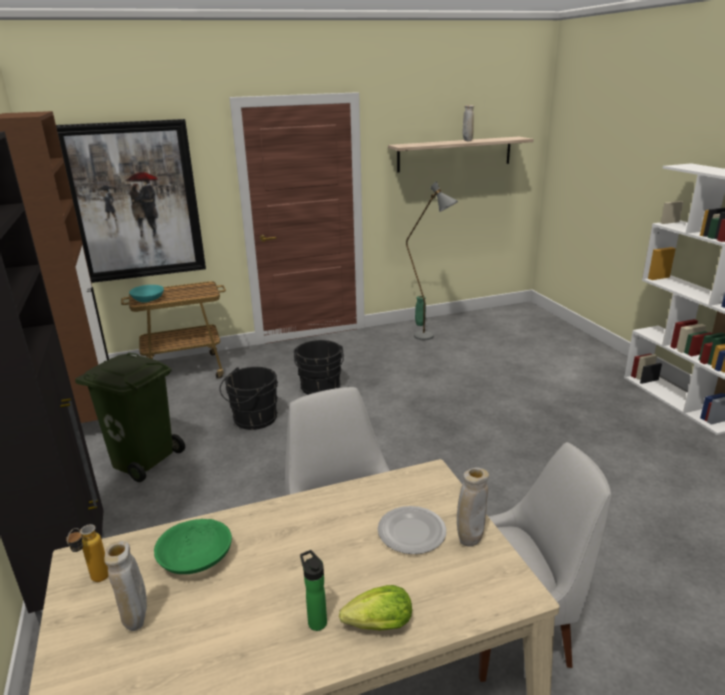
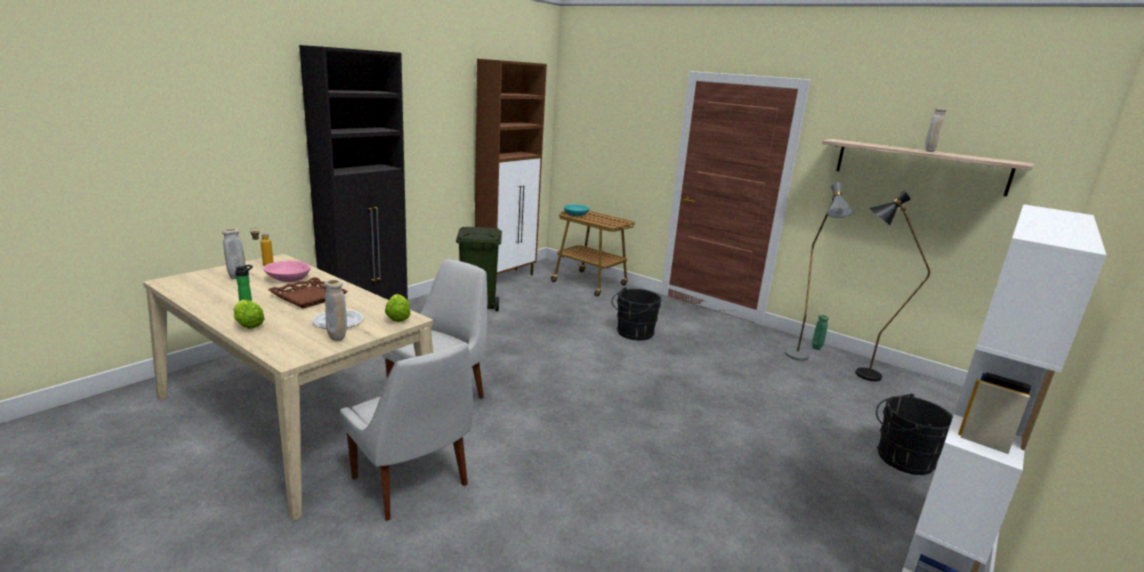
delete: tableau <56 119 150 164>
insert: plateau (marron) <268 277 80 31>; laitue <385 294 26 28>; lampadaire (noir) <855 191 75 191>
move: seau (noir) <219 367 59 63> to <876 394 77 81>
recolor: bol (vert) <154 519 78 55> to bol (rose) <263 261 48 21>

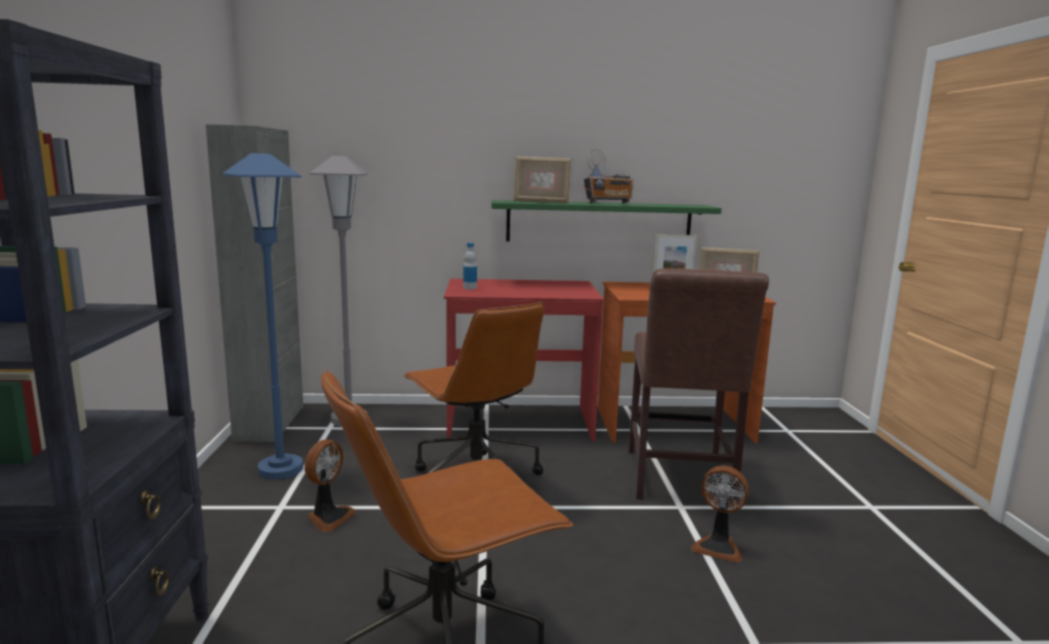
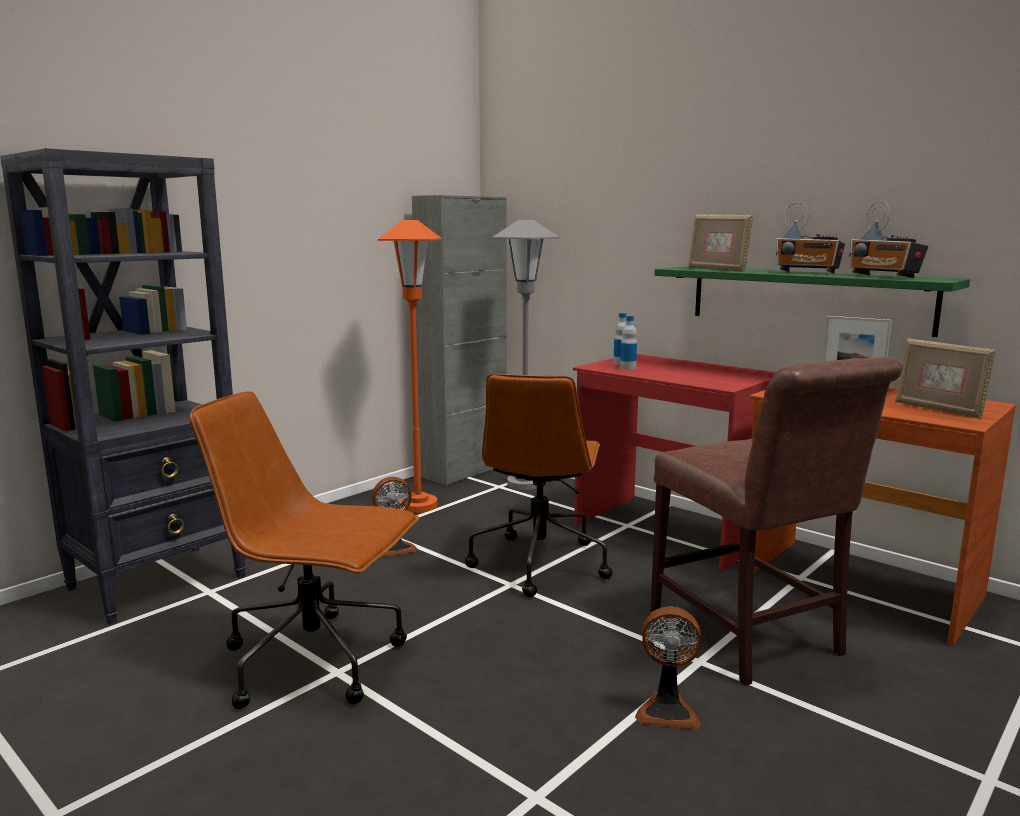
insert: bouteille <620 315 17 55>; radio <849 201 80 77>
recolor: lampadaire (bleu) <223 153 80 326> to lampadaire (orange) <378 220 64 293>
rotate: chaise (marron) <629 268 140 234> = <650 357 253 329> 75 degrees counterclockwise; ventilateur <691 466 58 97> = <635 607 66 122> 60 degrees counterclockwise

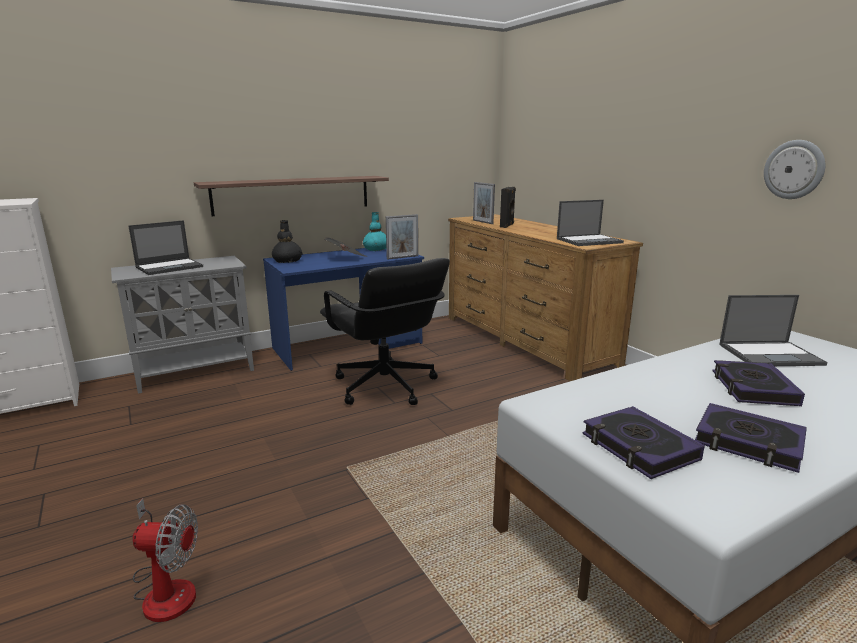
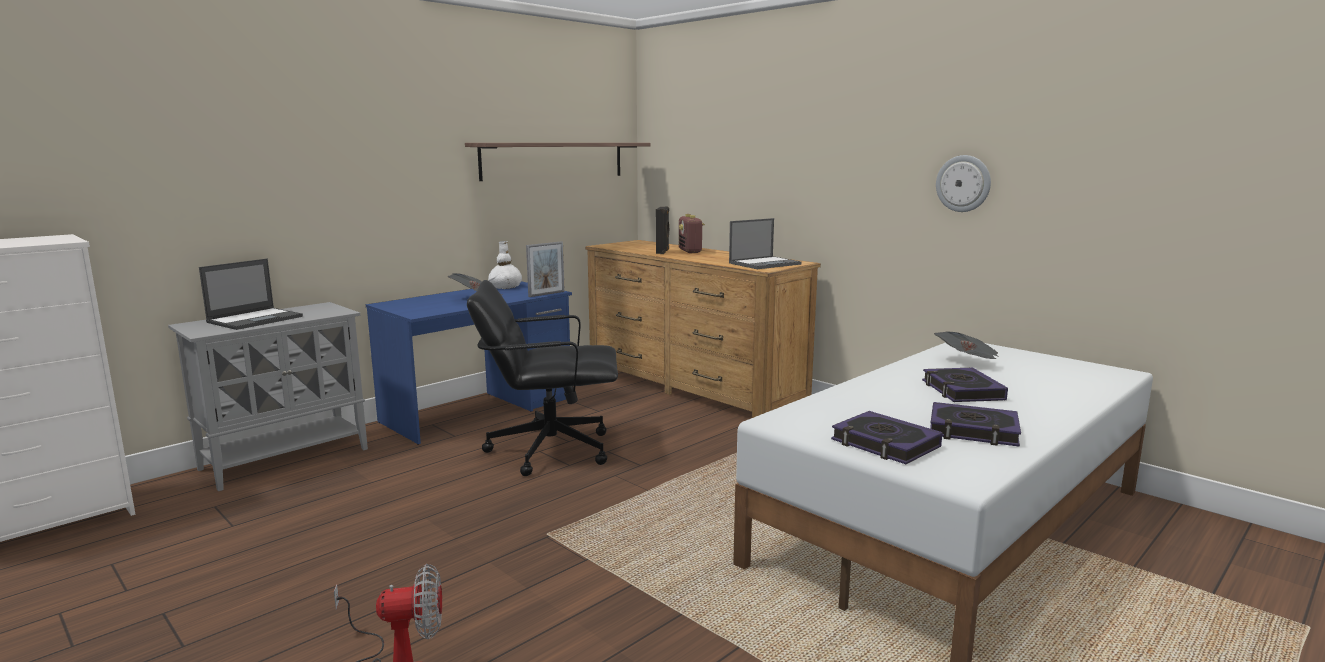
delete: vase (noir) <272 220 31 43>; cadre photo <473 182 22 42>
insert: radio <679 214 26 39>
move: étagère <194 176 195 40> to <465 143 185 38>
replace: ordinateur portable <719 295 108 71> to journal <934 332 65 27>
recolor: vase (turquoise) <363 212 23 39> to vase (blanc) <488 241 34 48>
rotate: chaise de bureau (noir) <320 258 130 147> = <467 280 151 196> 135 degrees clockwise

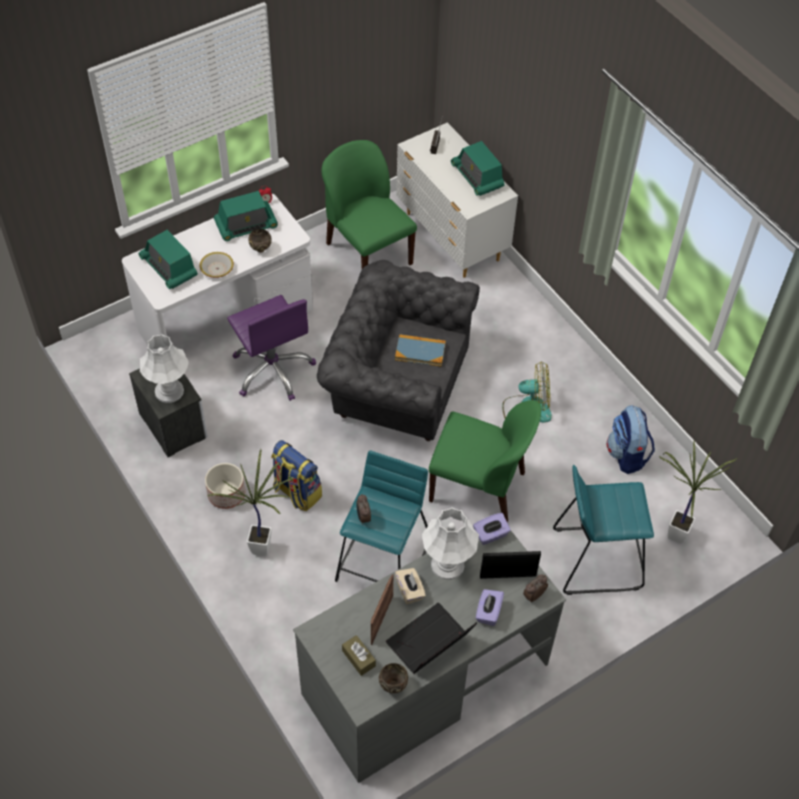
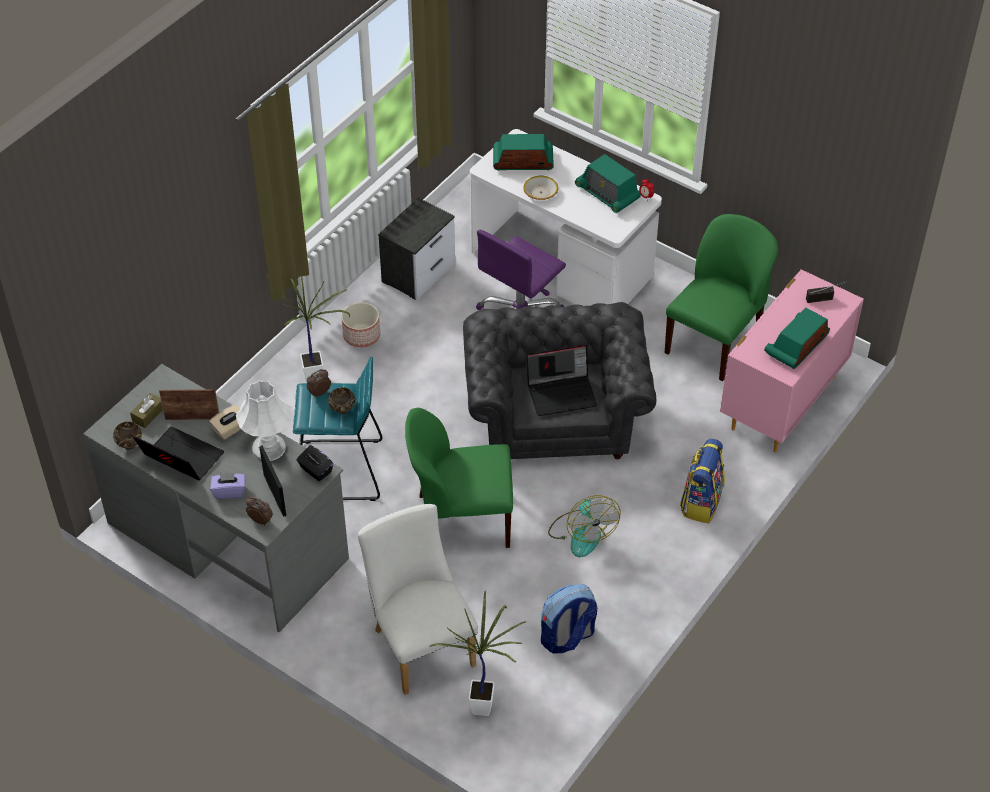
delete: lampe de table (blanc) <140 334 49 69>
move: bol (marron) <248 228 24 25> to <328 387 27 27>; sac à dos <271 440 51 71> to <680 439 45 85>
replace: livre <395 334 51 33> to ordinateur portable <526 345 71 71>; tabouret (turquoise) <553 465 101 130> to chaise (blanc) <358 504 120 191>
recolor: commode (blanc) <396 122 122 156> to commode (rose) <720 269 144 183>; boîte à mouchoirs (violet) <473 513 38 32> to boîte à mouchoirs (noir) <297 445 36 36>
rotate: radio <138 230 60 59> = <493 134 61 37> 60 degrees clockwise; chaise (vert) <429 400 112 123> = <405 408 108 140> 90 degrees clockwise

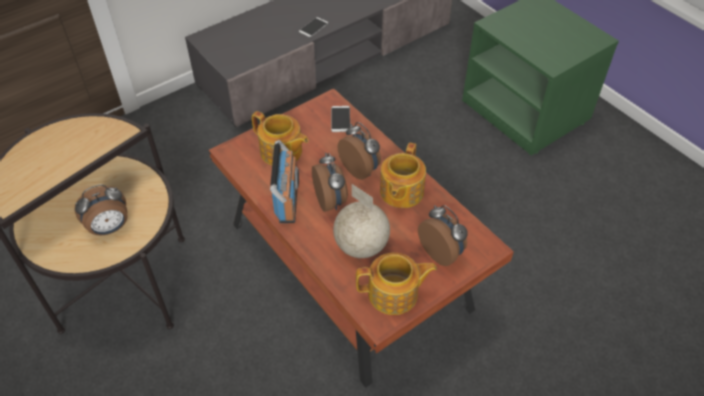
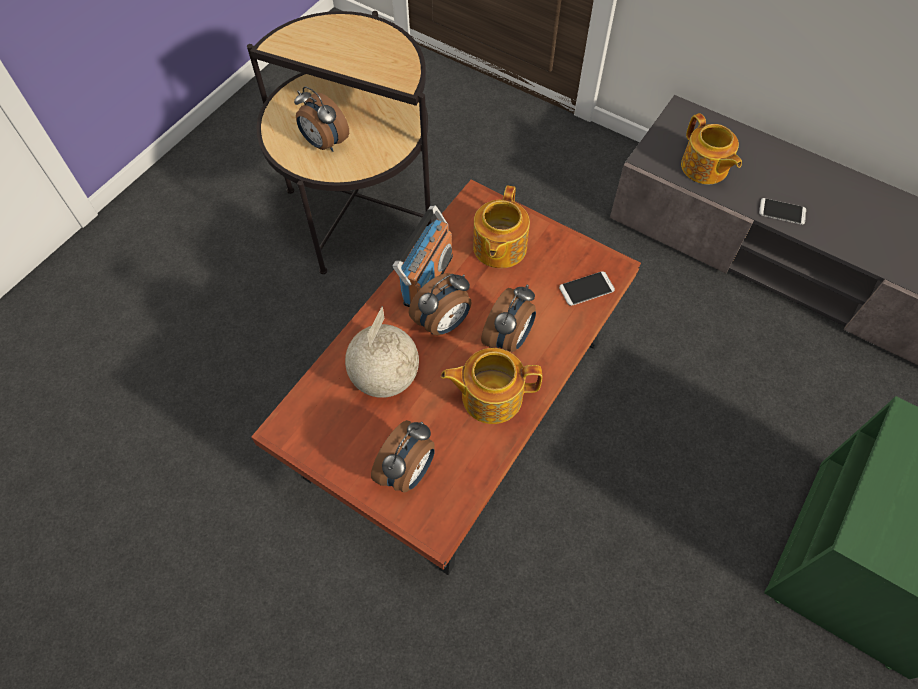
move: théière <356 253 81 62> to <681 113 61 71>
rotate: radio <270 140 29 83> = <393 206 60 101> 45 degrees counterclockwise

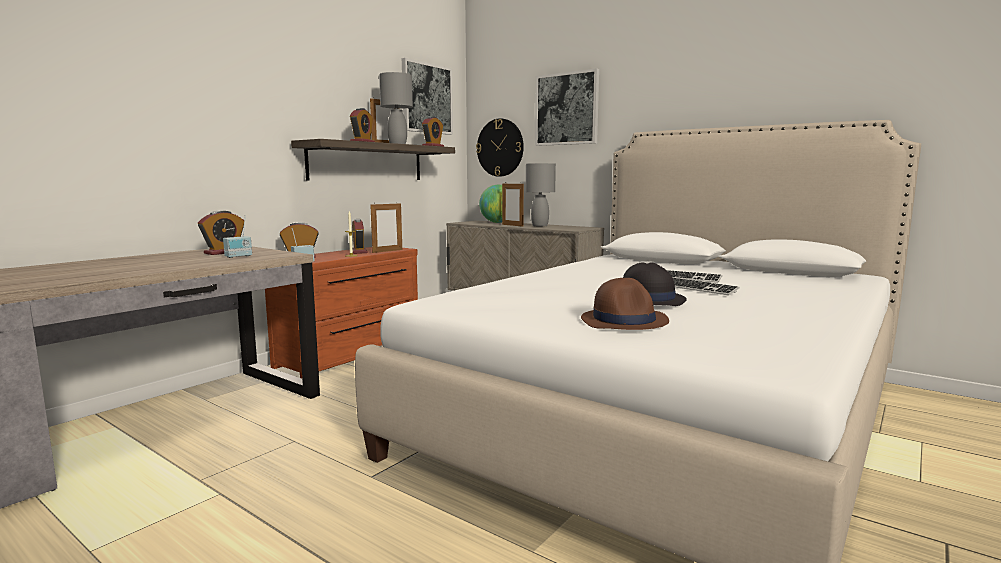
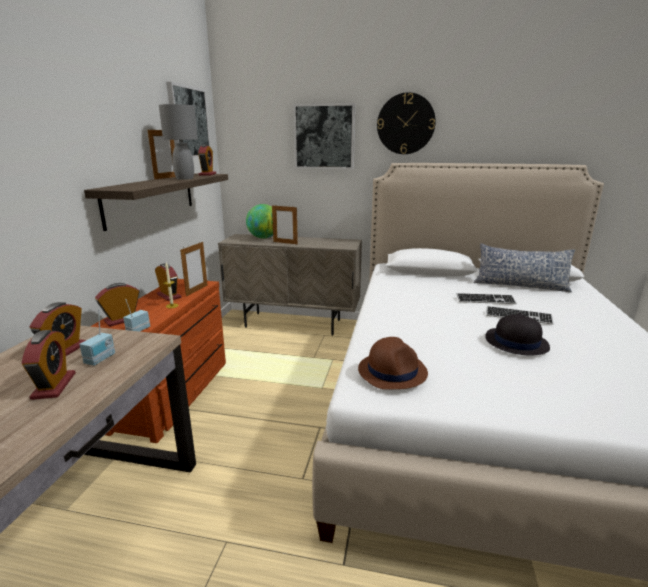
delete: lampe de table (gris) <526 163 30 64>
insert: coussin <474 244 101 48>
move: réveil <350 108 25 34> to <22 330 54 70>; horloge murale <476 118 48 59> to <377 92 59 62>; chapeau (marron) <581 278 88 52> to <358 337 70 52>

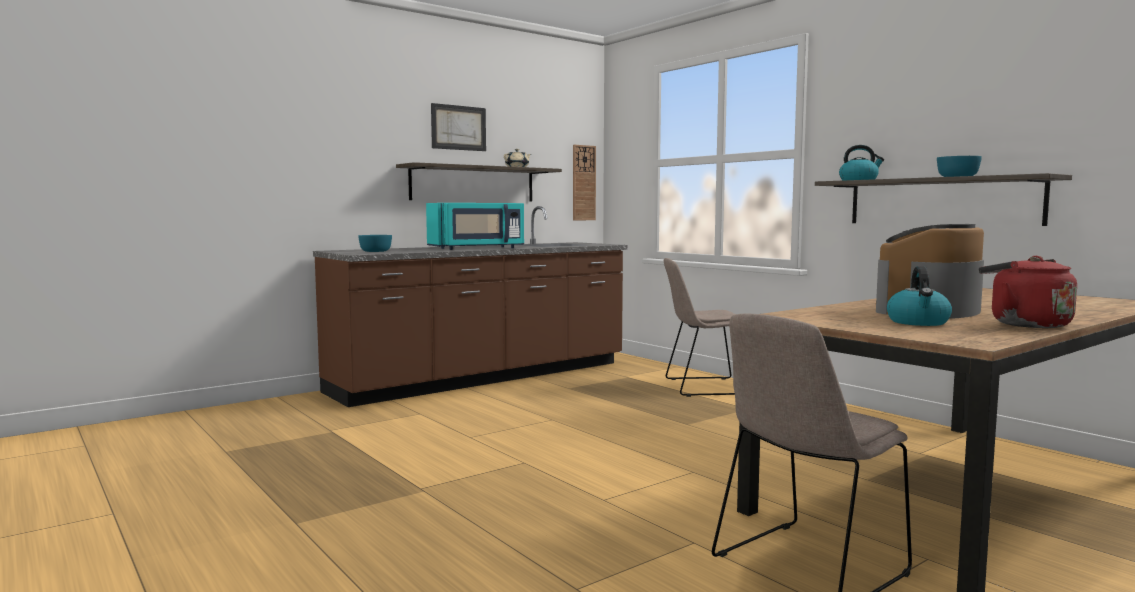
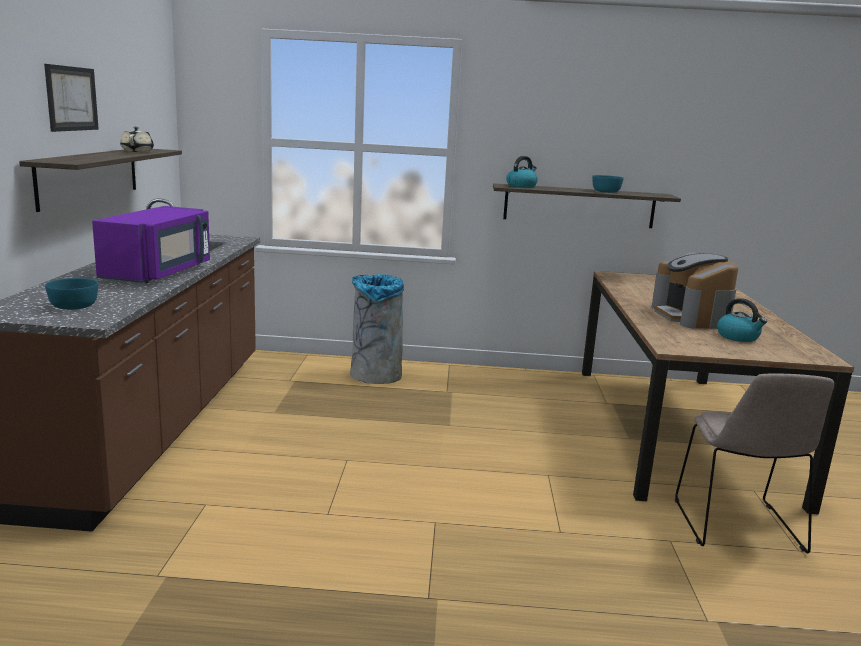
delete: horloge murale <573 145 23 75>; bouilloire (rouge) <979 256 98 72>
replace: chaise (beige) <664 258 71 139> to poubelle (gris) <350 274 54 110>
recolor: micro-ondes (turquoise) <426 203 98 47> to micro-ondes (violet) <92 206 118 77>

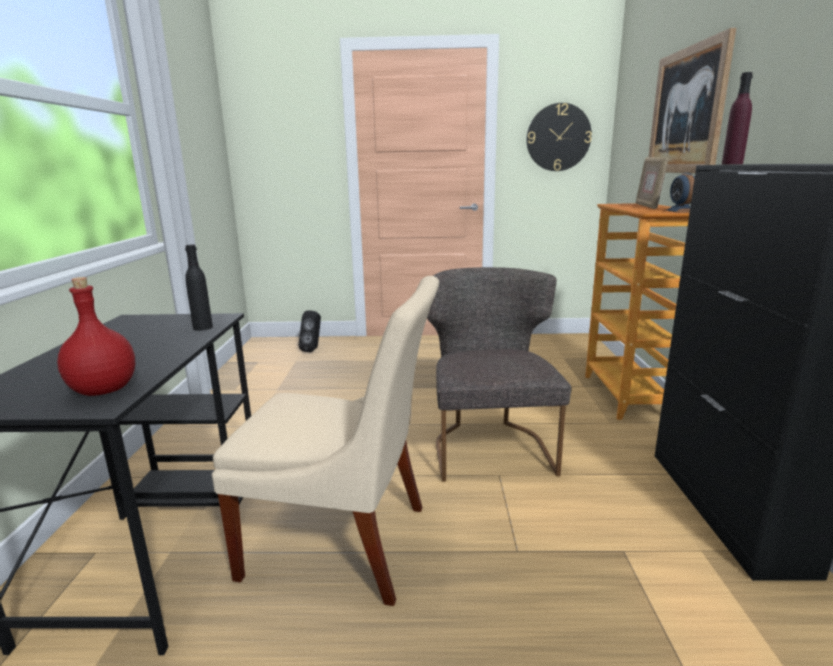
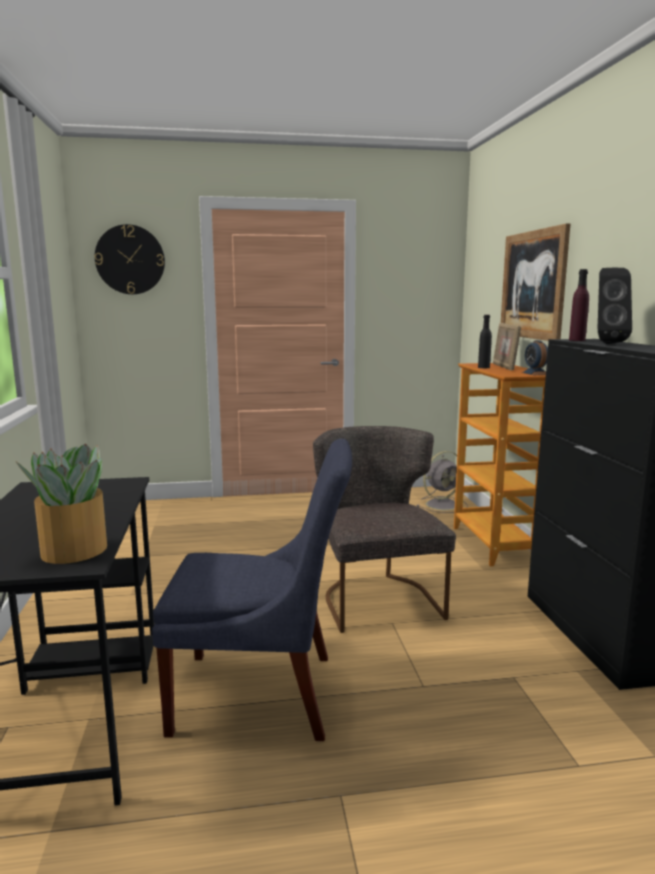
insert: ventilateur (gris) <416 451 52 62>
move: bouteille (noir) <185 244 28 87> to <478 315 14 53>; enceinte (noir) <298 311 23 41> to <598 268 34 76>; horloge murale <526 103 66 68> to <95 224 70 70>
replace: bouteille (rouge) <57 277 78 119> to plante en pot <16 444 91 120>
recolor: chaise (beige) <212 276 227 330> to chaise (bleu) <152 439 200 302>

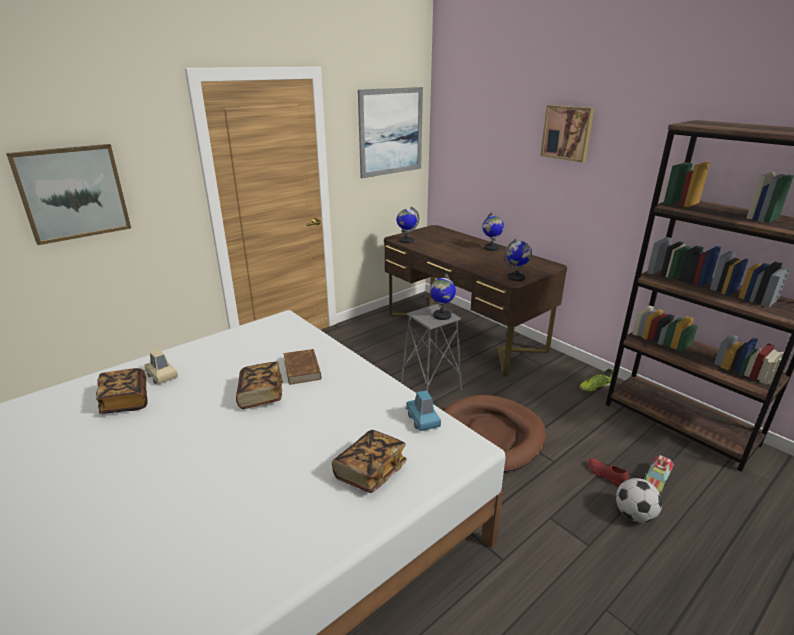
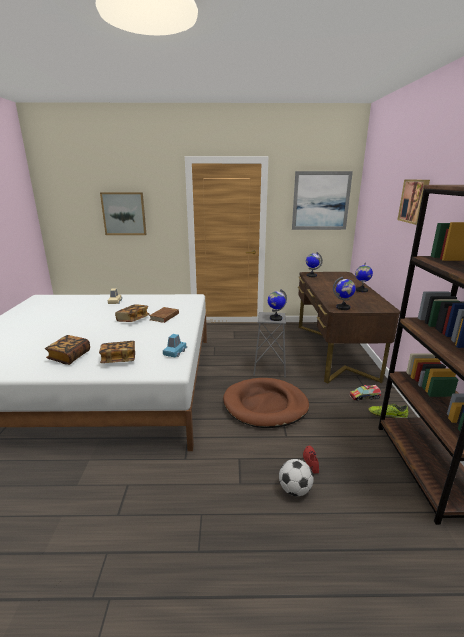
move: livre <96 368 52 46> to <45 335 45 30>; camion jouet <644 455 30 40> to <350 385 31 16>

